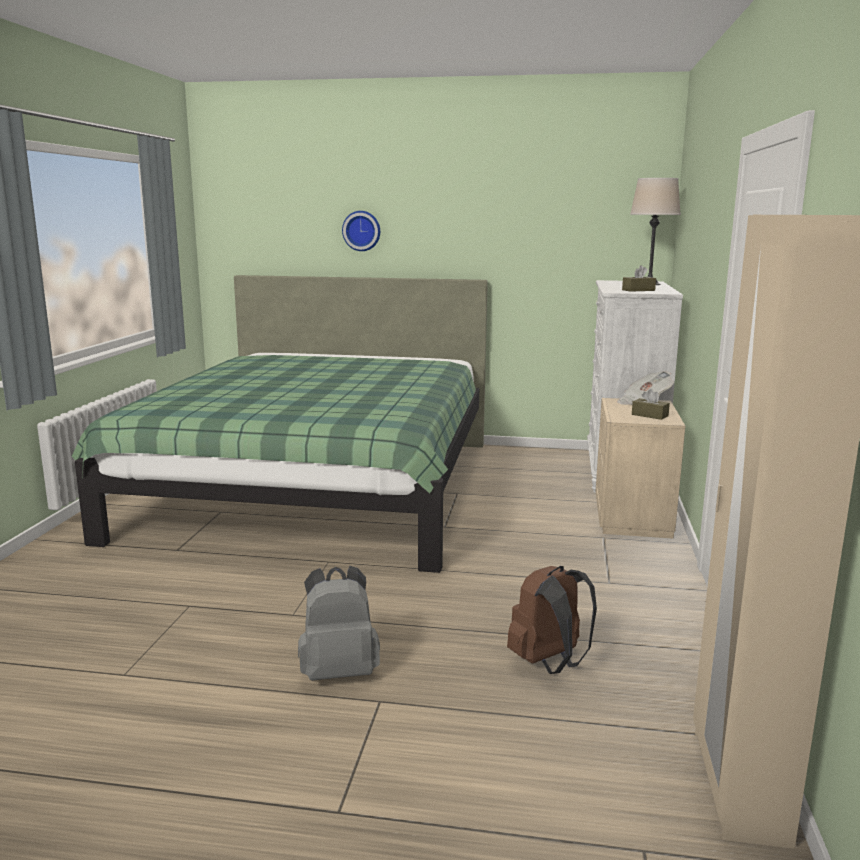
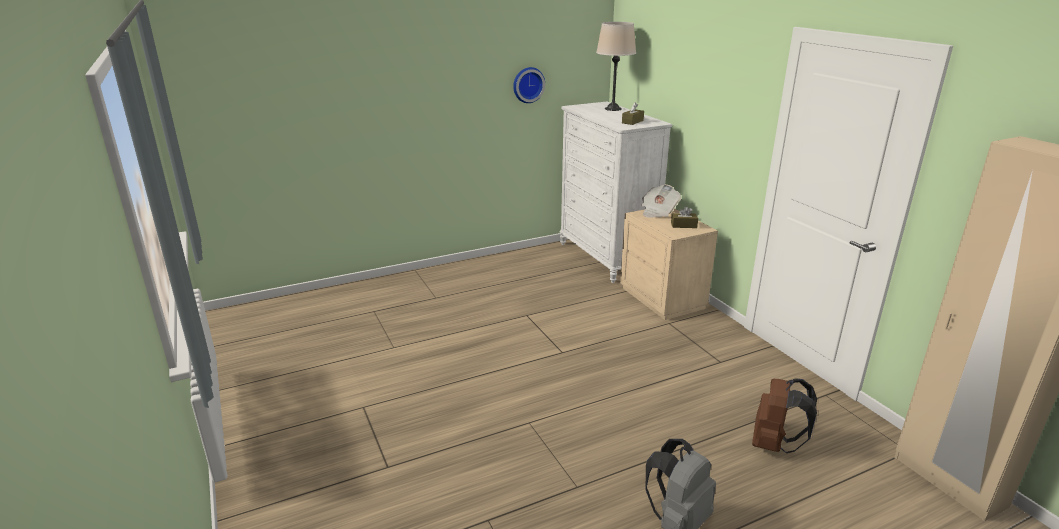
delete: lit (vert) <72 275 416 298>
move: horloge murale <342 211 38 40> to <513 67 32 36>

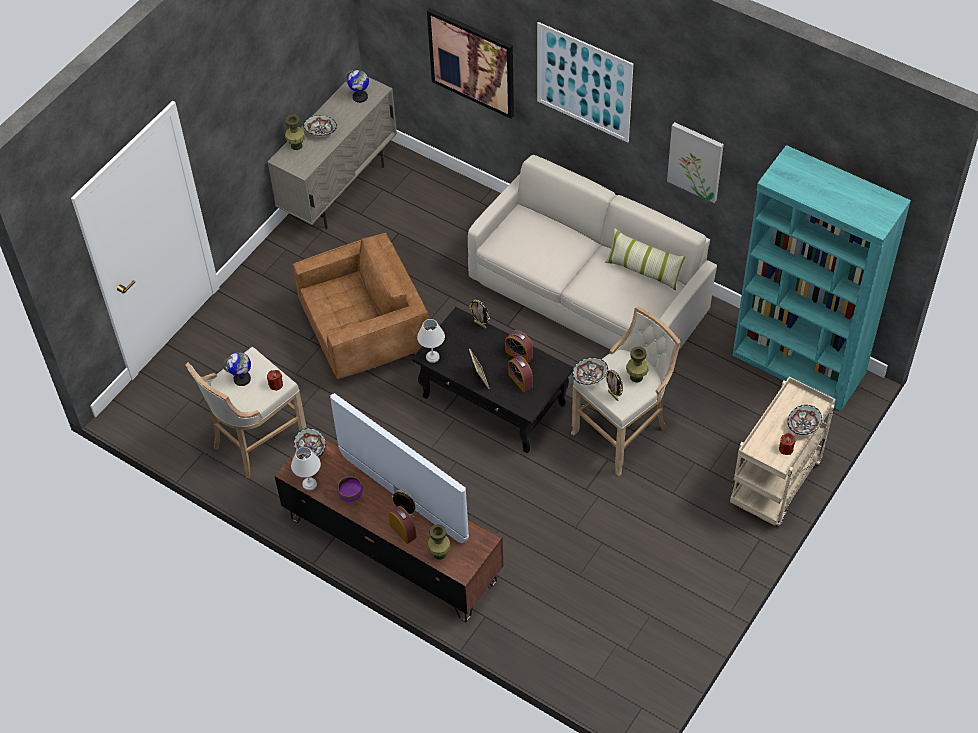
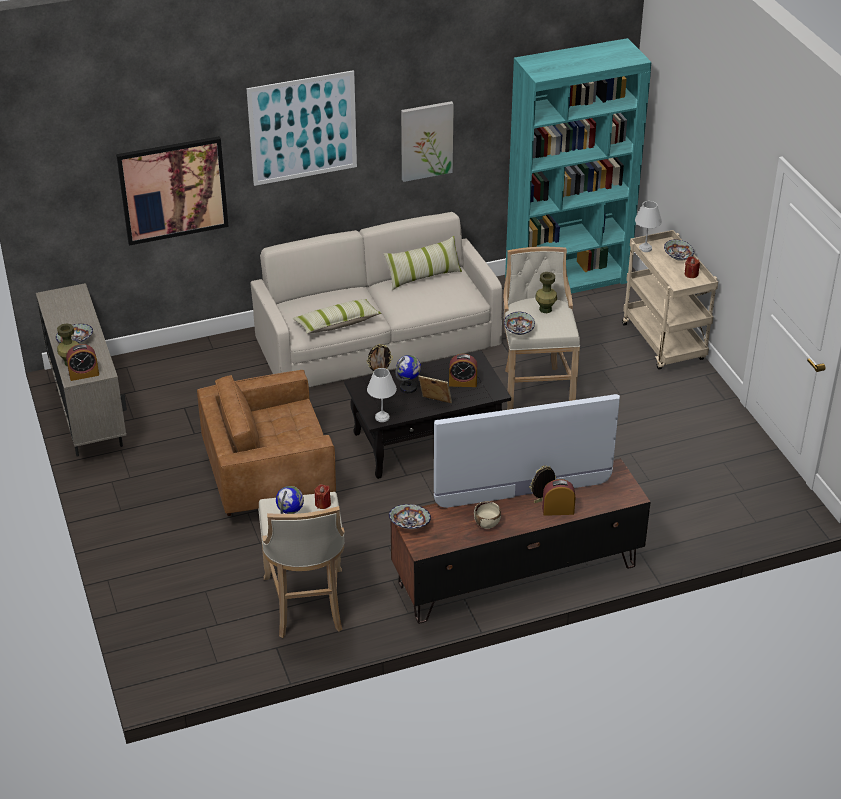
delete: vase (vert) <427 524 24 36>; cadre photo <605 370 18 31>
insert: coussin <293 299 88 35>
move: lampe de table (blanc) <291 447 30 44> to <635 201 27 51>; globe <345 70 24 33> to <395 355 26 38>; réveil <505 330 28 33> to <66 344 33 37>
recolor: bol (violet) <338 476 25 26> to bol (beige) <474 501 27 28>
rotate: fauteuil (marron) <293 233 137 146> = <197 370 139 146> 120 degrees counterclockwise

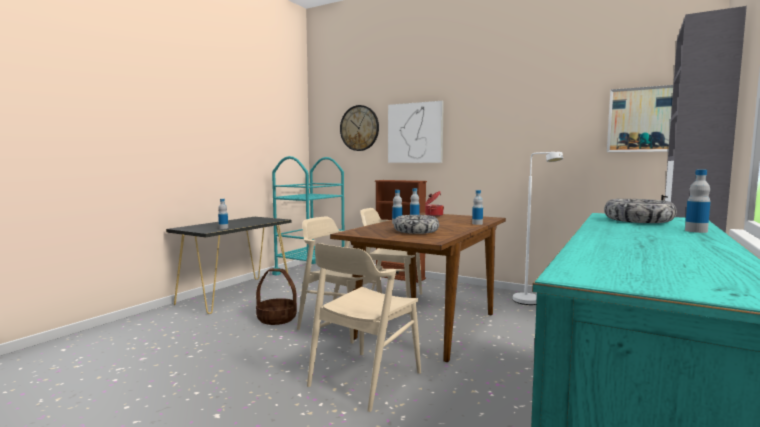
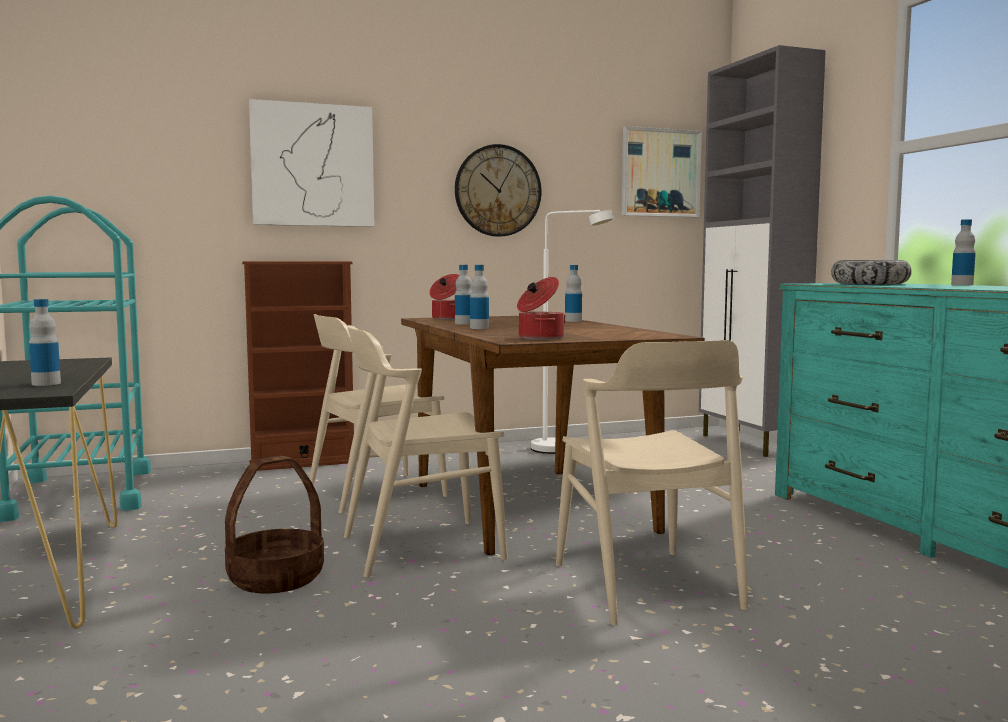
delete: bol <393 215 46 19>
insert: marmite <517 277 49 63>
move: horloge murale <340 105 39 46> to <455 144 86 93>

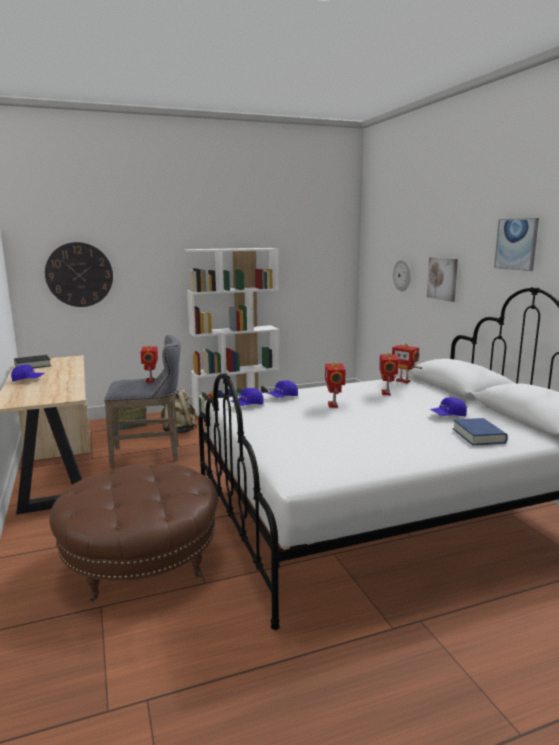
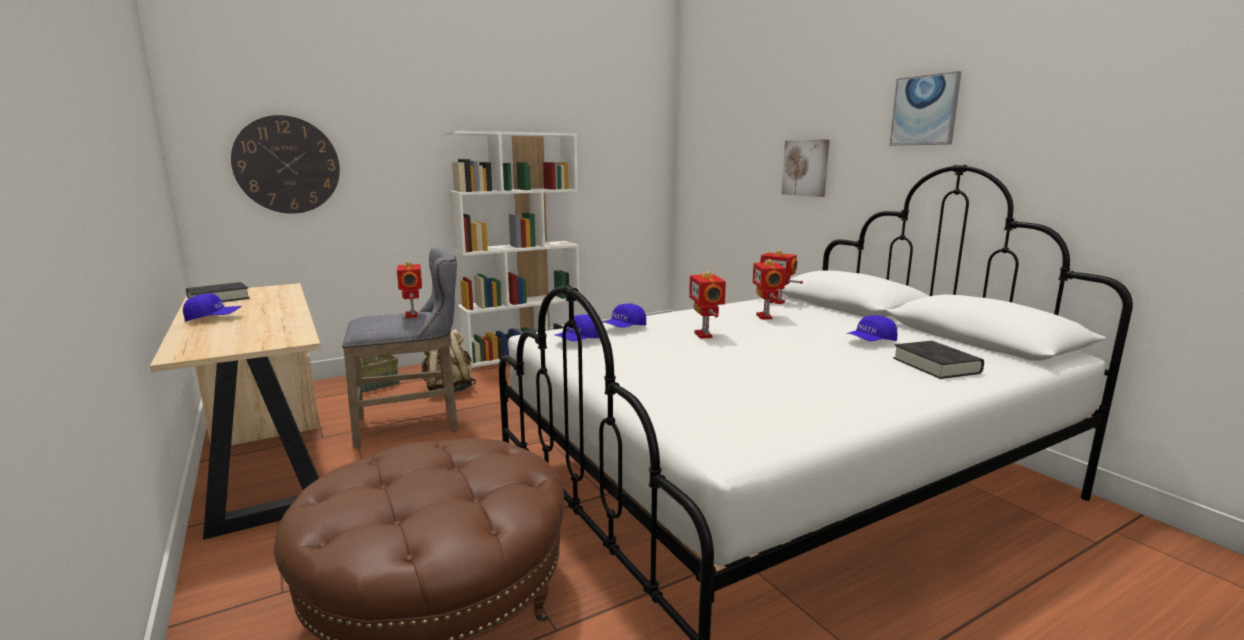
delete: horloge murale <393 260 18 31>
recolor: livre (bleu) <453 418 55 27> to livre (noir) <893 341 91 38>

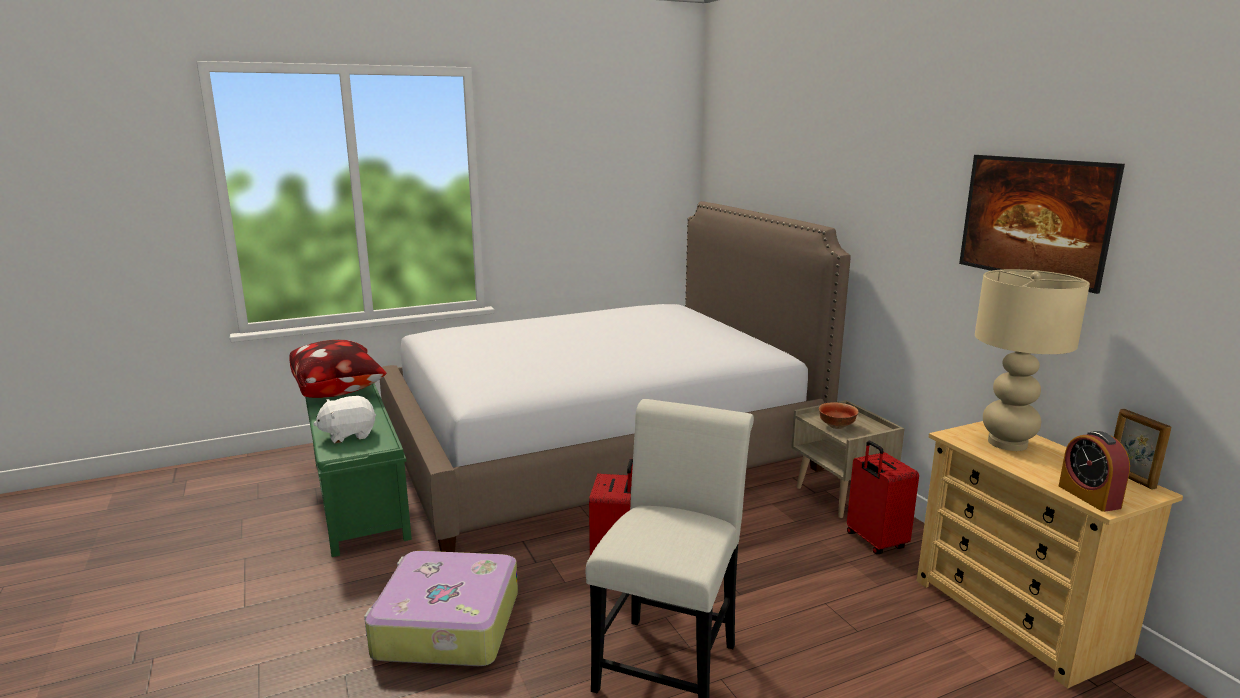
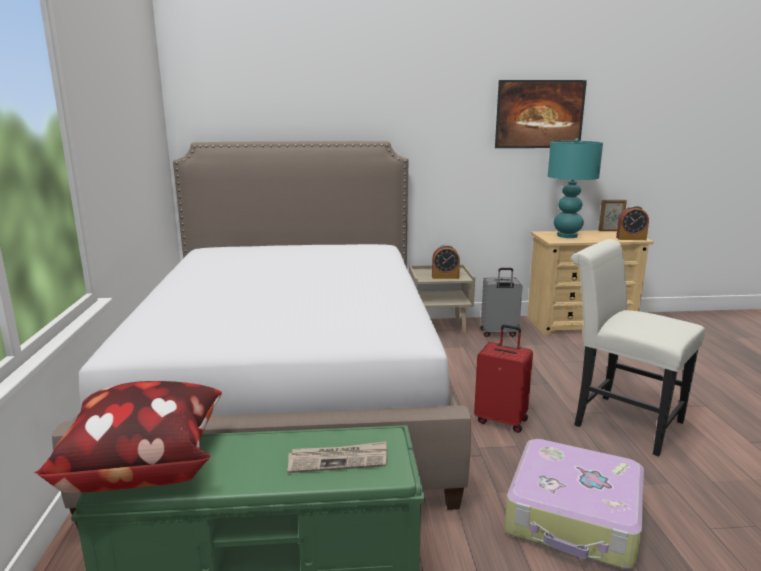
replace: peluche (blanc) <313 396 63 47> to journal <288 441 99 32>; bol <819 402 40 27> to réveil <432 245 28 34>
recolor: valise (rouge) <847 441 72 113> to valise (gris) <480 268 43 69>; lampe de table (beige) <975 269 115 182> to lampe de table (turquoise) <548 138 55 100>

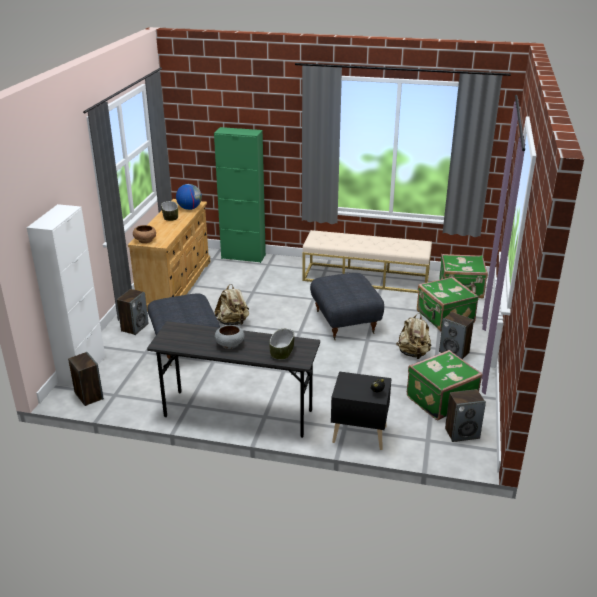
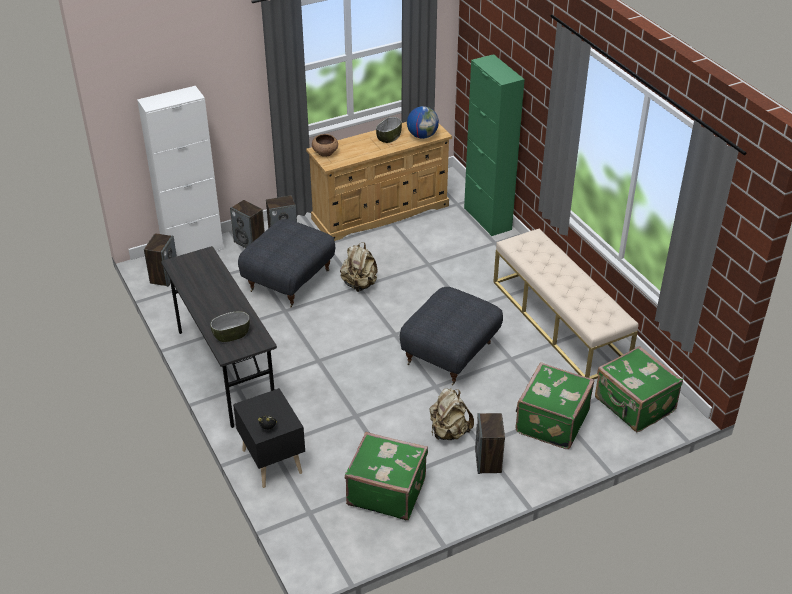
delete: bol (gris) <215 325 29 24>
move: enceinte <445 389 41 53> to <230 200 35 48>

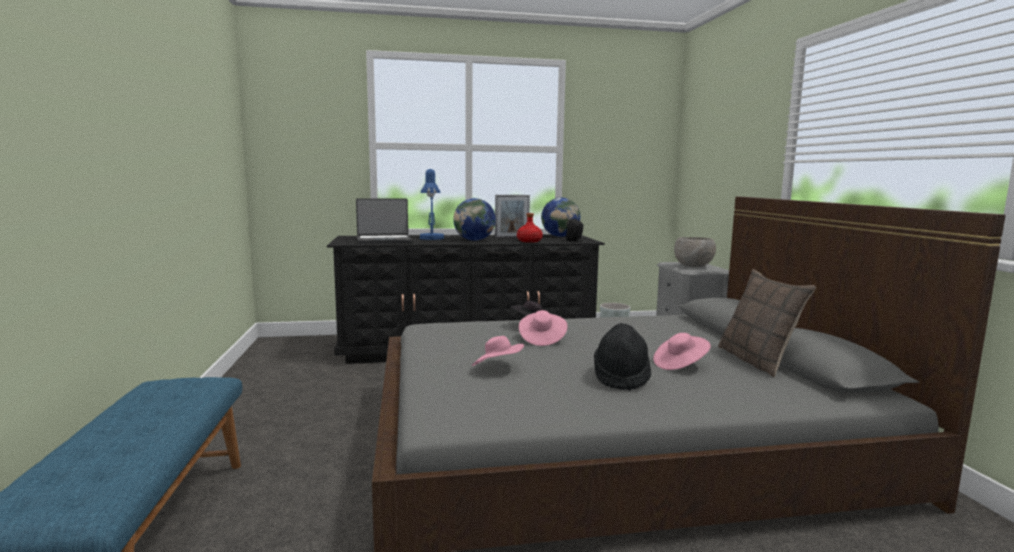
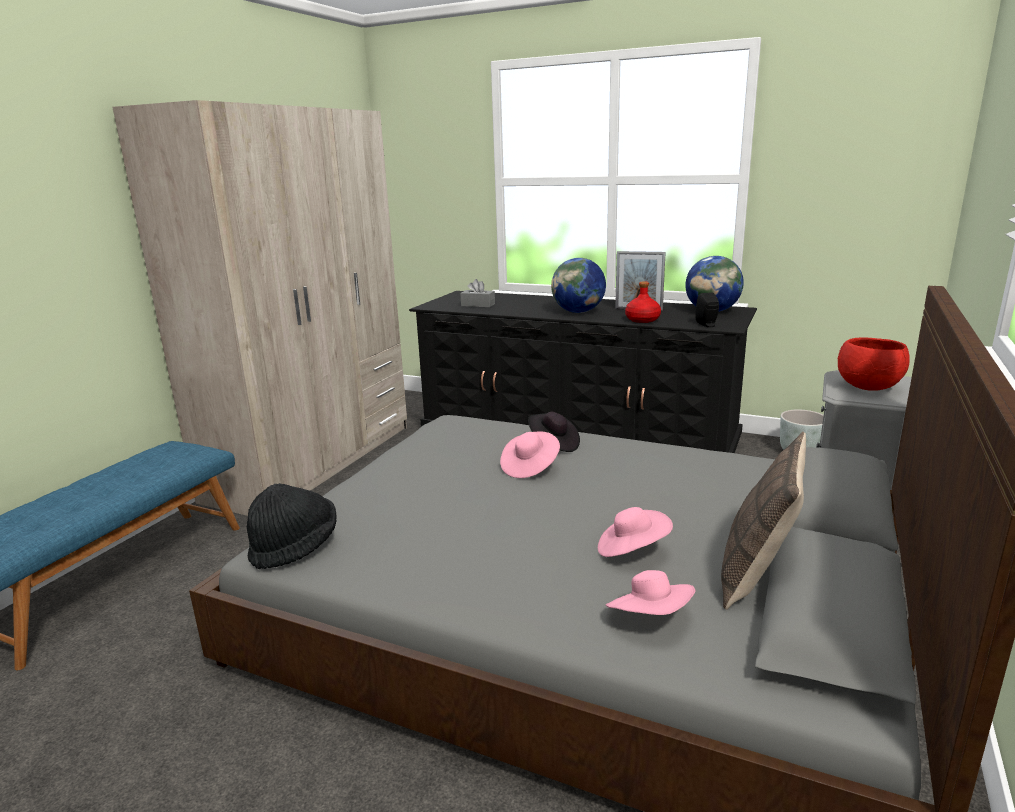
delete: lampe de table (bleu) <419 169 25 71>
insert: armoire (beige) <112 100 295 416>
move: chapeau (rose) <472 336 52 30> to <606 570 90 45>; chapeau (noir) <594 323 57 68> to <247 483 90 86>
replace: ordinateur portable <356 198 56 46> to boîte à mouchoirs (gris) <460 279 35 29>
recolor: bol (gris) <674 237 42 30> to bol (rouge) <838 337 72 54>

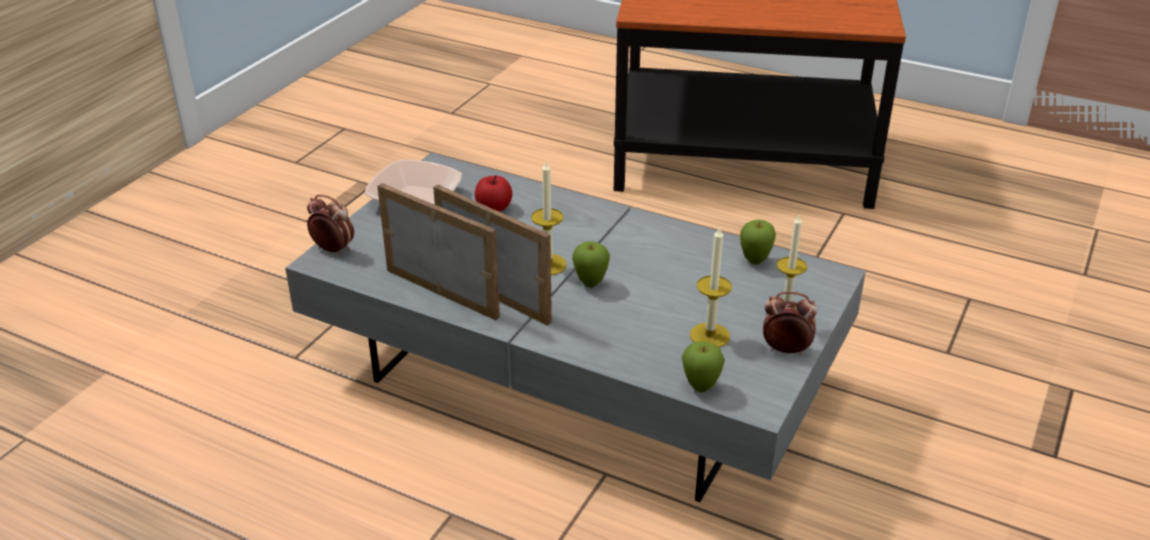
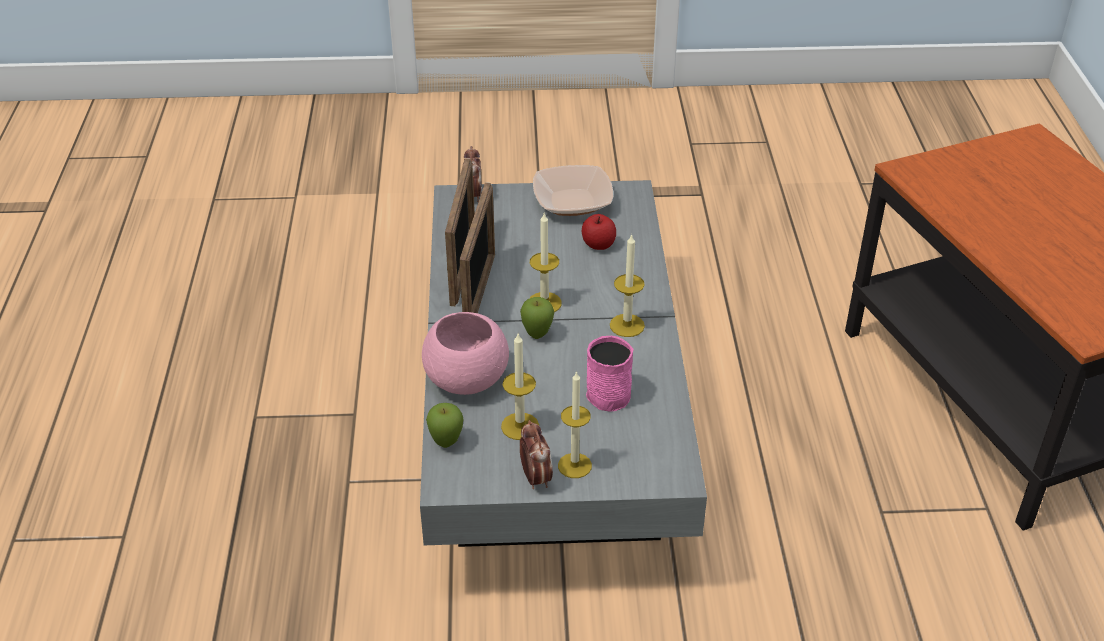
delete: pomme <740 220 36 45>
insert: bol (rose) <422 312 87 83>; mug (rose) <586 336 48 76>; bougie <610 234 35 103>

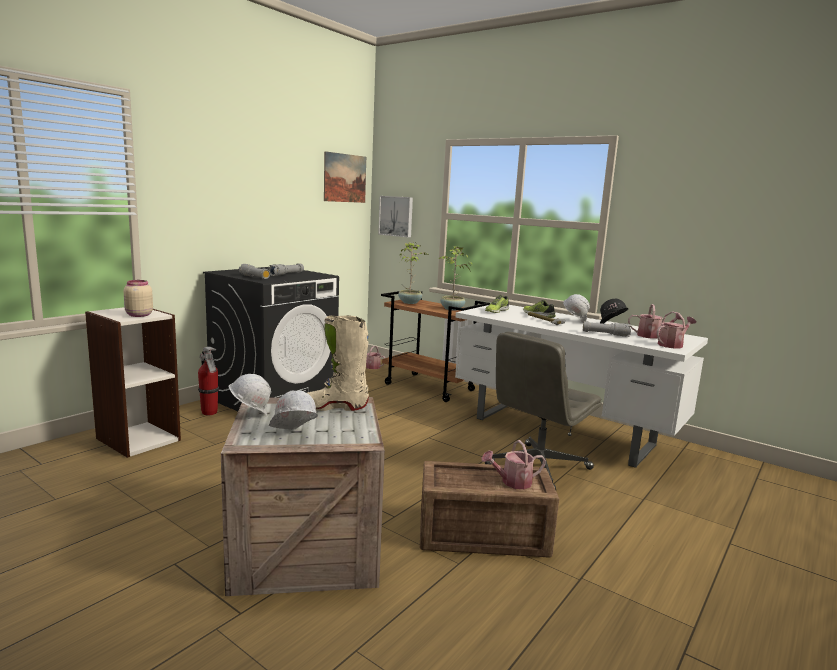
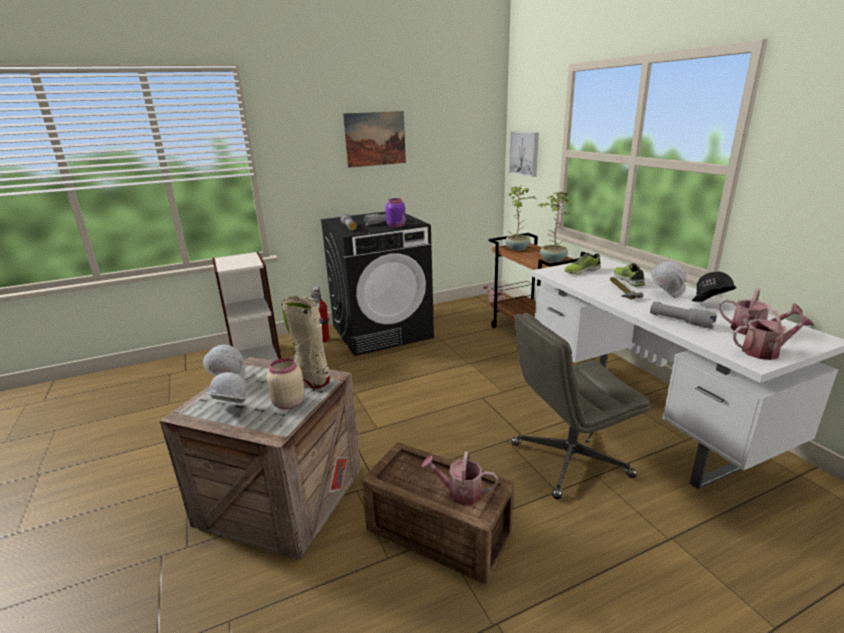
insert: bocal (violet) <385 198 21 30>
move: bocal (beige) <124 280 29 37> to <267 358 38 51>; tableau <324 151 42 52> to <343 111 63 57>

